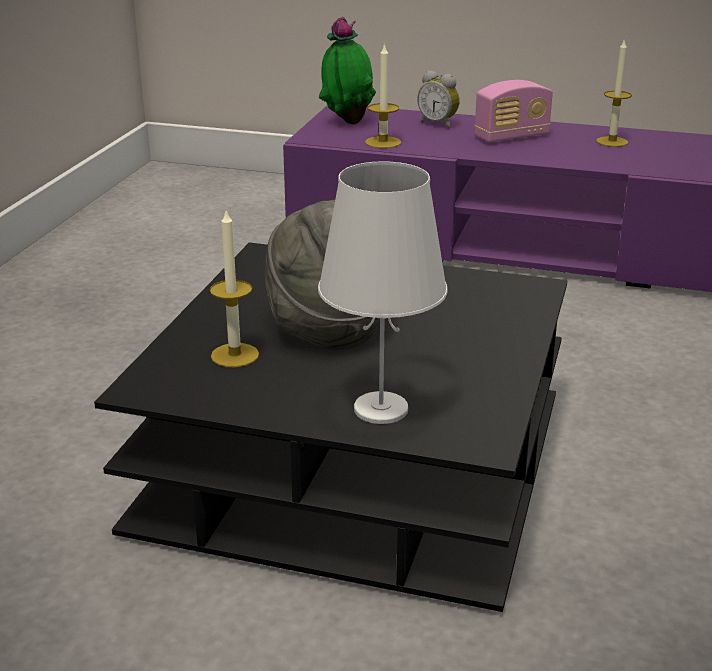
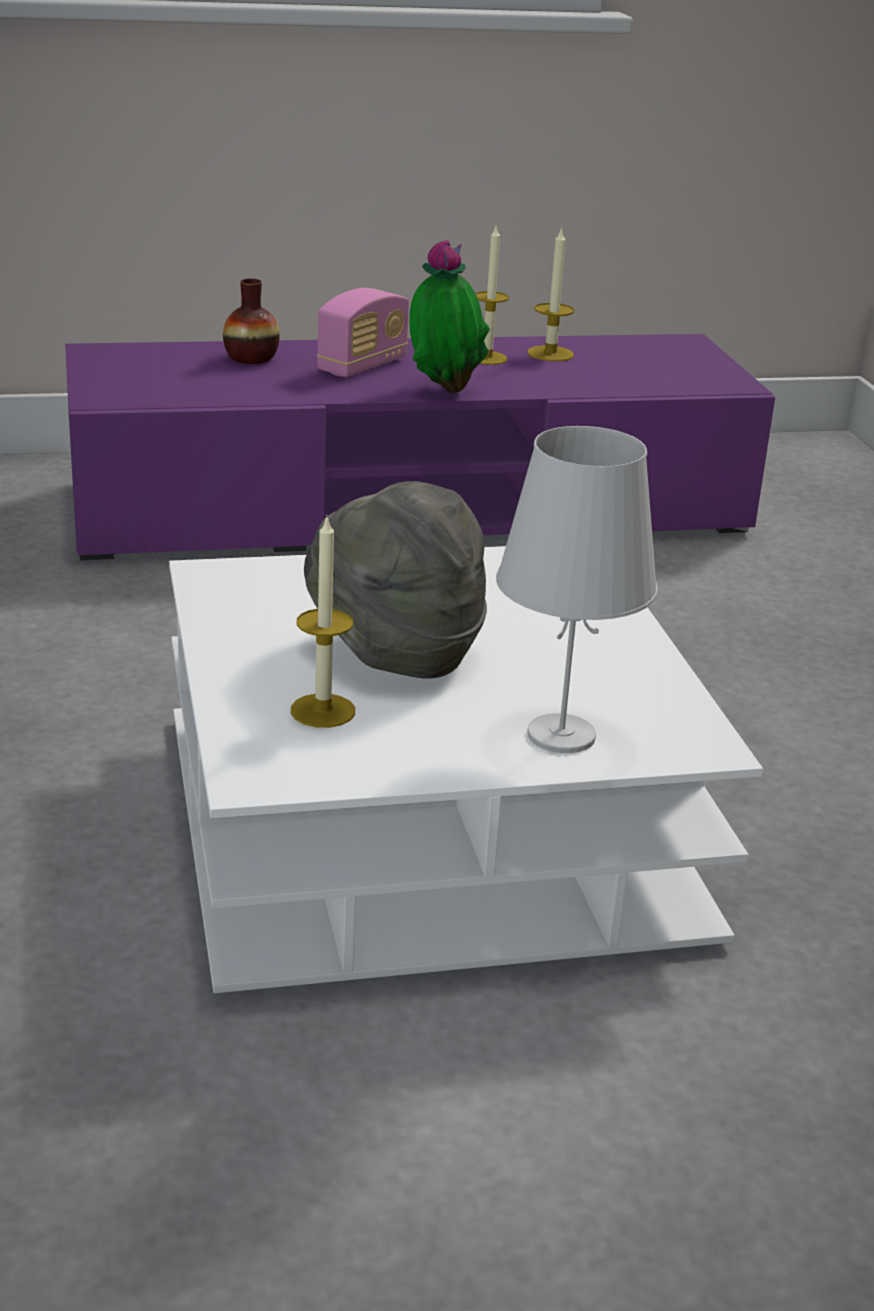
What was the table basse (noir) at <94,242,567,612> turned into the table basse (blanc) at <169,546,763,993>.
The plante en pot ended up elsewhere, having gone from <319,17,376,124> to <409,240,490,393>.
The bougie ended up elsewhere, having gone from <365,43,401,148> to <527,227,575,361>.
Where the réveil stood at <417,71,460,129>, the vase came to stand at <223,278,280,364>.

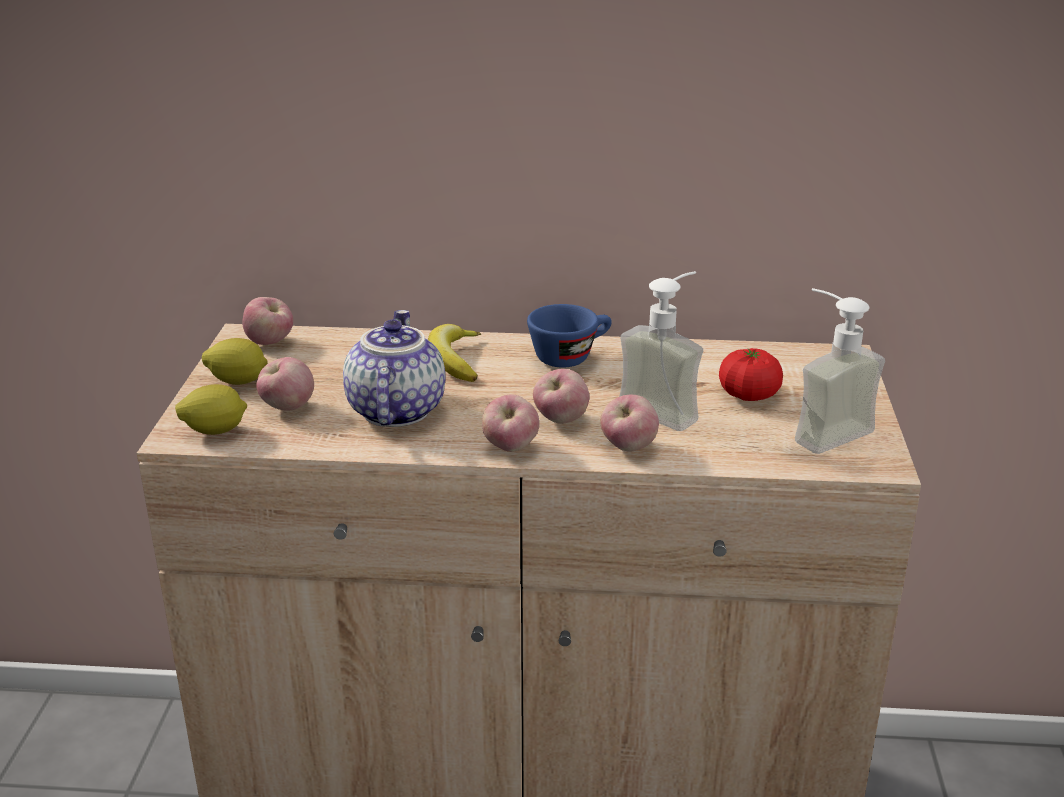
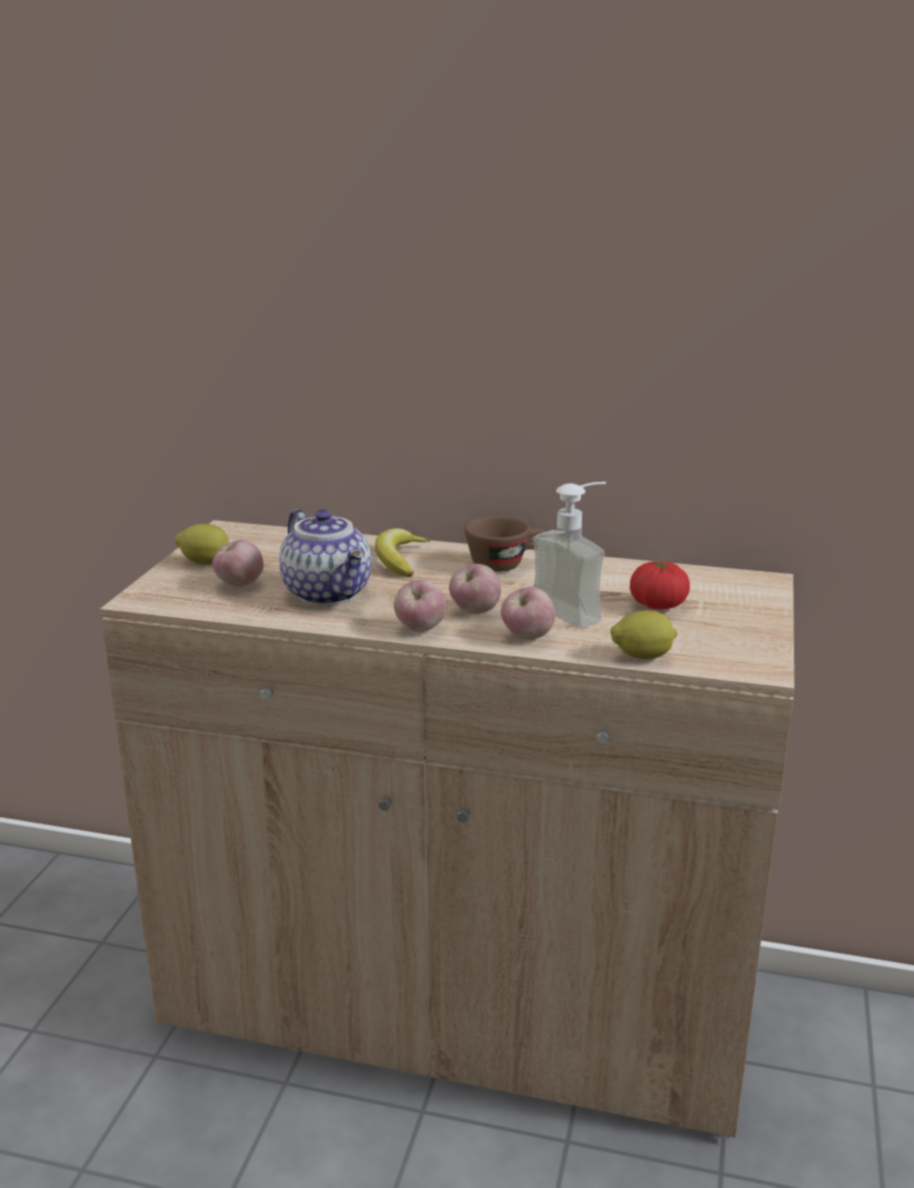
The citron ended up elsewhere, having gone from <175,384,247,435> to <610,610,677,660>.
The second view lost the pomme at <242,297,293,345>.
The théière at <343,310,445,427> ended up facing another way, 135 degrees clockwise from before.
What was the tasse (bleu) at <527,304,612,368> turned into the tasse (marron) at <464,516,545,572>.
The second view lost the distributeur de savon at <795,288,885,454>.

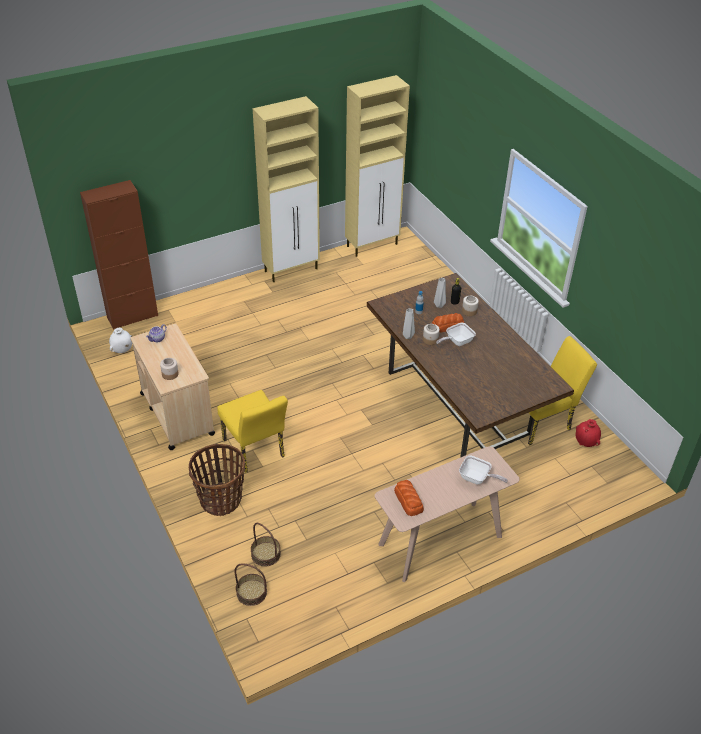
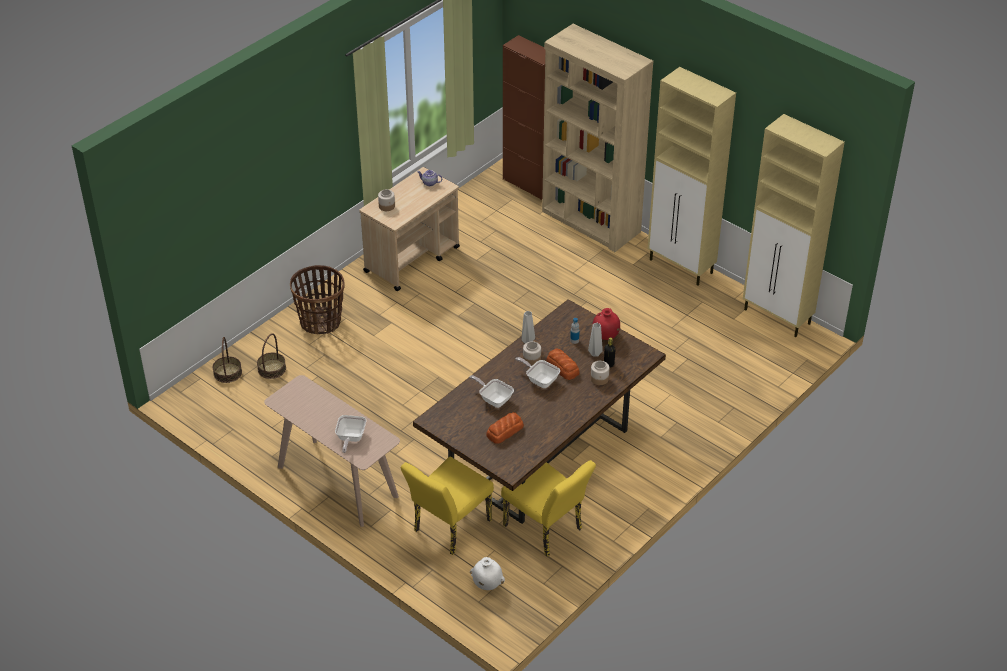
The vase (blanc) ended up elsewhere, having gone from <109,328,132,353> to <470,557,505,590>.
The chaise (jaune) ended up elsewhere, having gone from <217,390,288,473> to <401,457,494,555>.
The pain ended up elsewhere, having gone from <394,480,424,516> to <486,412,524,444>.
The vase (rouge) ended up elsewhere, having gone from <576,419,601,447> to <592,308,620,340>.
The second view gained the poêle at <470,375,514,408>.
The second view gained the bibliothèque (beige) at <542,24,653,252>.

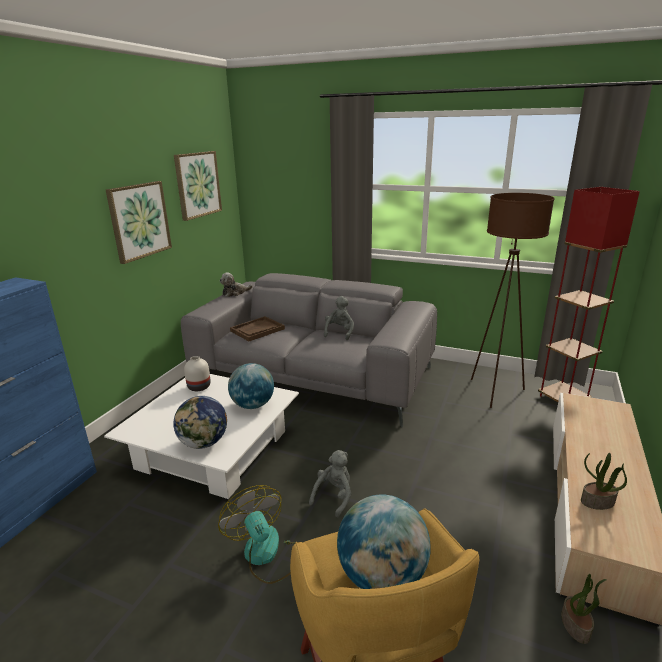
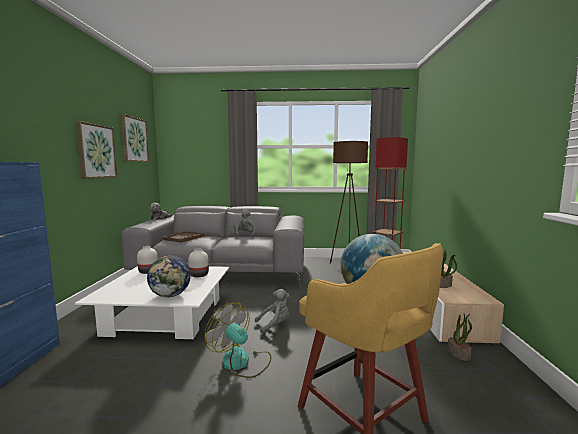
Where the globe stood at <228,363,274,409>, the vase (blanc) came to stand at <188,248,209,278>.
The peluche (gris) at <309,450,351,518> ended up facing another way, 60 degrees clockwise from before.

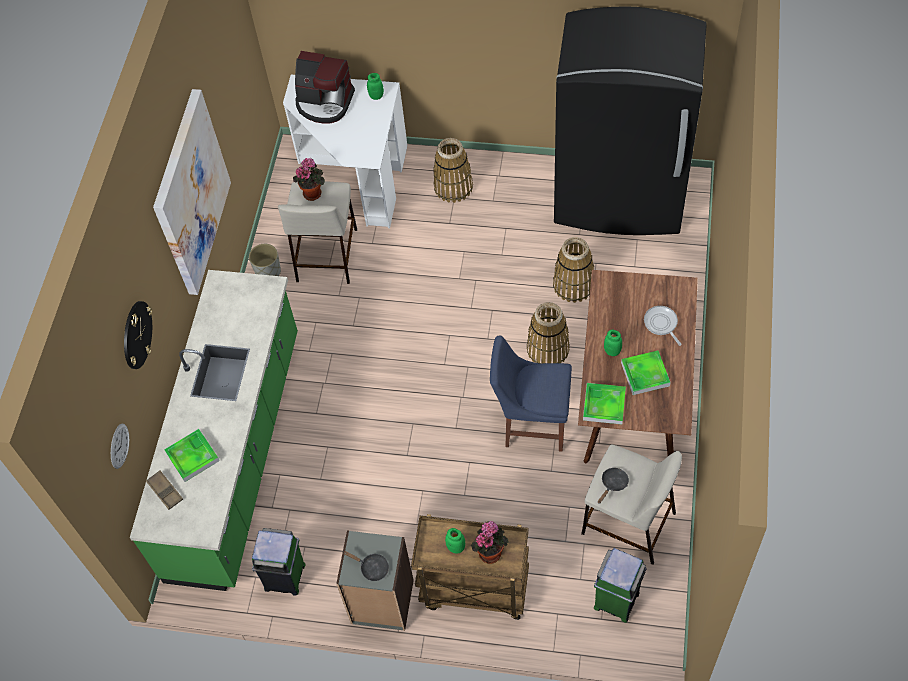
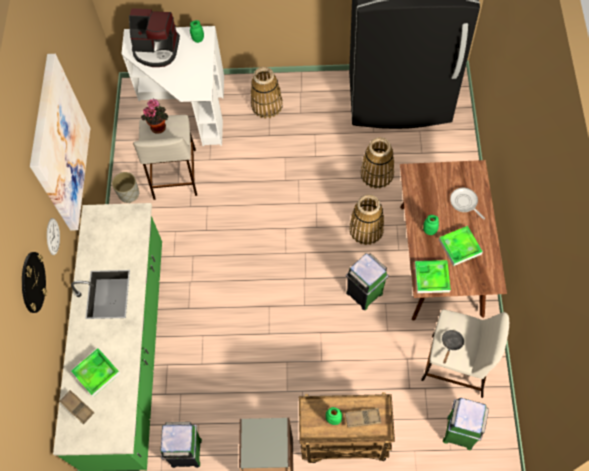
The horloge murale ended up elsewhere, having gone from <111,423,129,469> to <47,218,60,255>.
The second view lost the poêle (noir) at <343,551,389,581>.
Where the plante en pot stood at <471,521,509,564>, the plateau (marron) came to stand at <345,408,382,428>.
Where the chaise (bleu) stood at <490,335,572,452>, the poubelle (vert) came to stand at <346,253,389,310>.

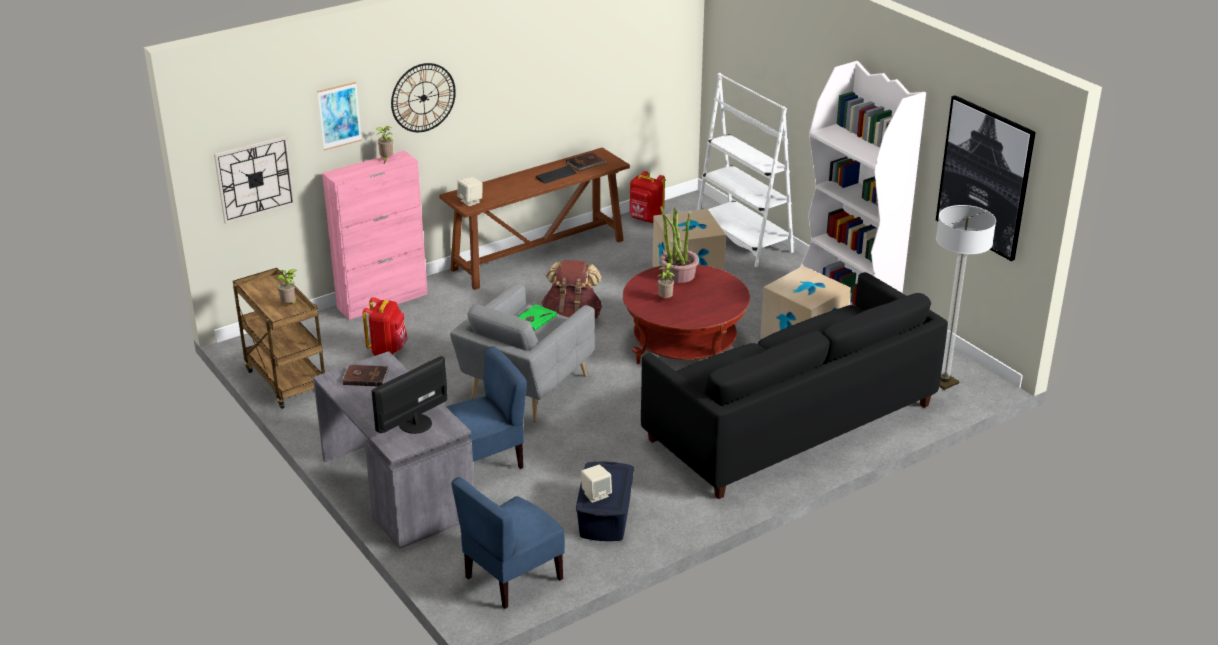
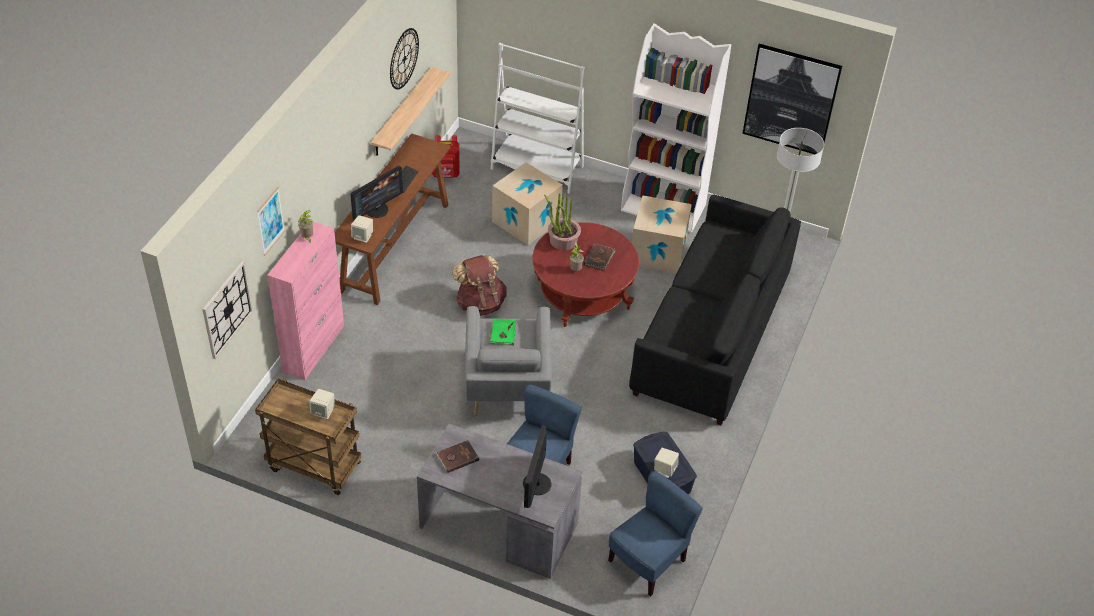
Where the plante en pot stood at <277,269,297,303>, the enceinte (beige) came to stand at <309,389,335,419>.
The second view lost the sac à dos (rouge) at <363,297,407,356>.
The horloge murale ended up elsewhere, having gone from <391,63,456,132> to <390,28,419,90>.
The chaise (bleu) at <451,477,565,609> ended up facing another way, 150 degrees counterclockwise from before.
The livre (marron) ended up elsewhere, having gone from <566,152,606,172> to <584,243,616,271>.
The second view gained the écran d'ordinateur at <350,166,403,220>.
The second view gained the étagère at <371,67,450,156>.

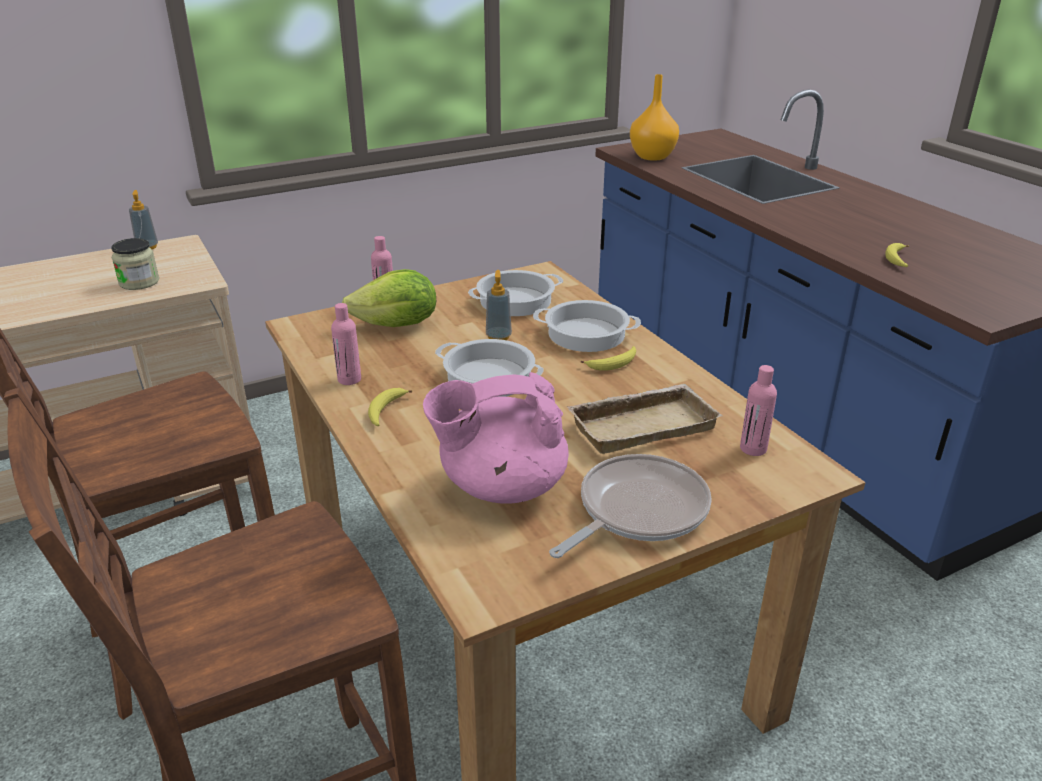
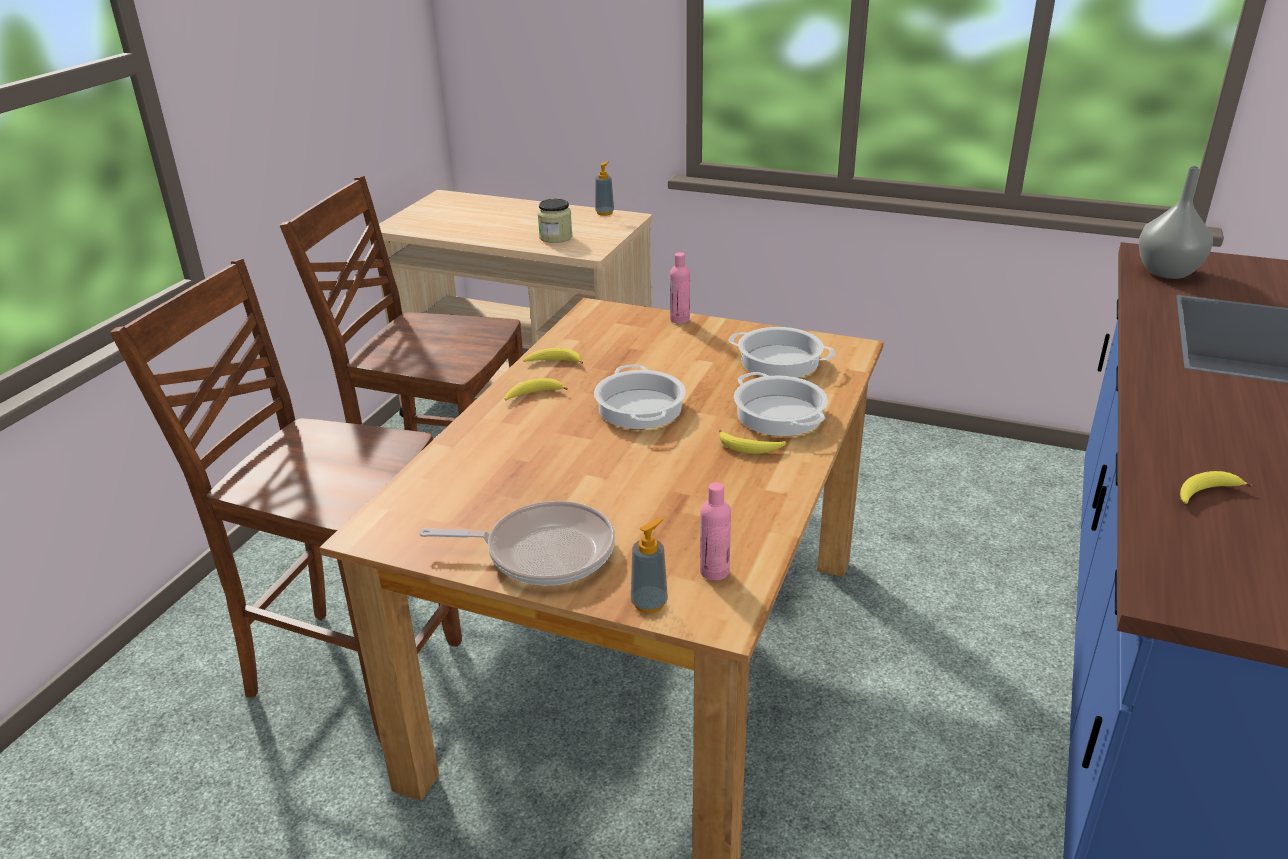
Where the bouteille (rose) stood at <331,303,361,385>, the banane came to stand at <523,348,583,364>.
The second view lost the laitue at <342,269,436,327>.
The second view lost the théière (rose) at <423,372,569,504>.
The distributeur de savon ended up elsewhere, having gone from <486,270,512,340> to <631,518,668,613>.
The second view lost the plateau (beige) at <566,384,722,454>.
What was the vase (orange) at <630,74,679,161> turned into the vase (gris) at <1138,166,1213,279>.

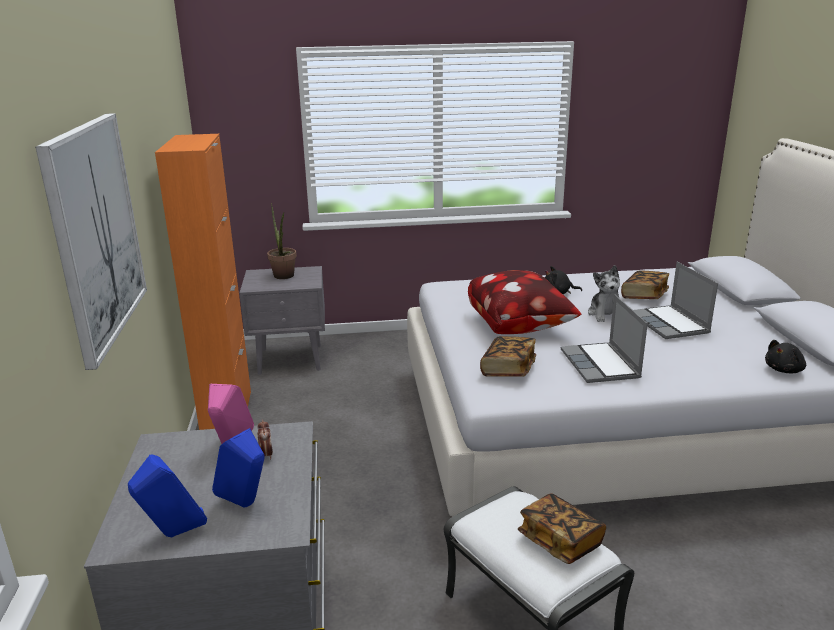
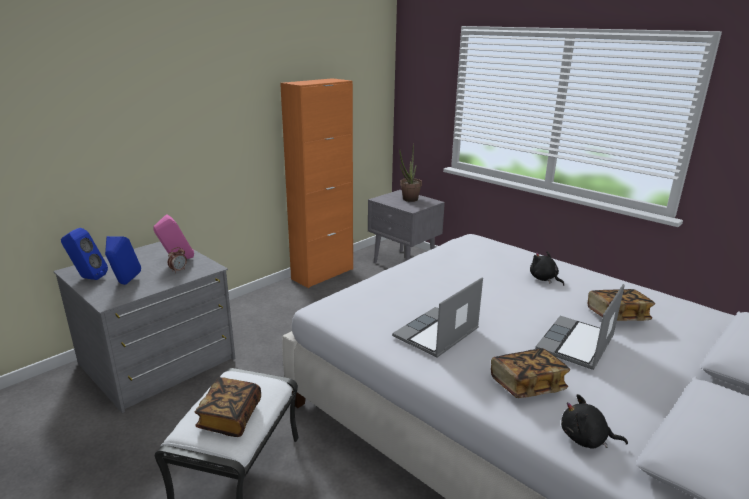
The second view lost the tableau at <35,113,147,370>.
The second view lost the coussin at <468,270,581,334>.
The livre ended up elsewhere, having gone from <480,336,536,376> to <491,348,570,398>.
The second view lost the peluche at <588,265,620,322>.

